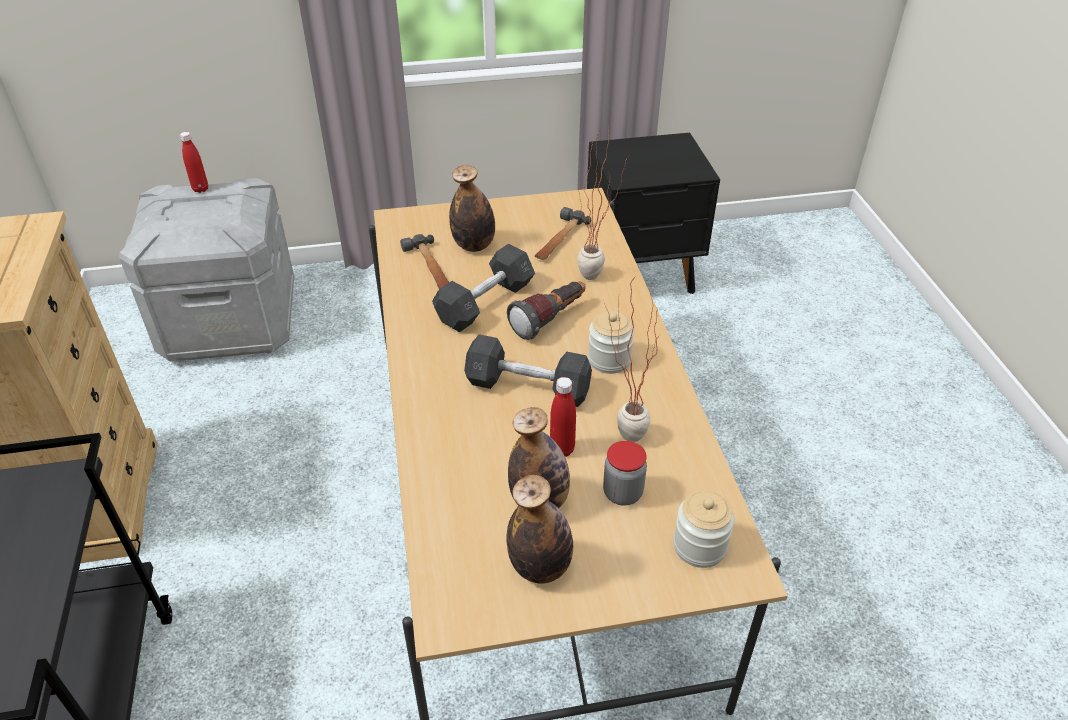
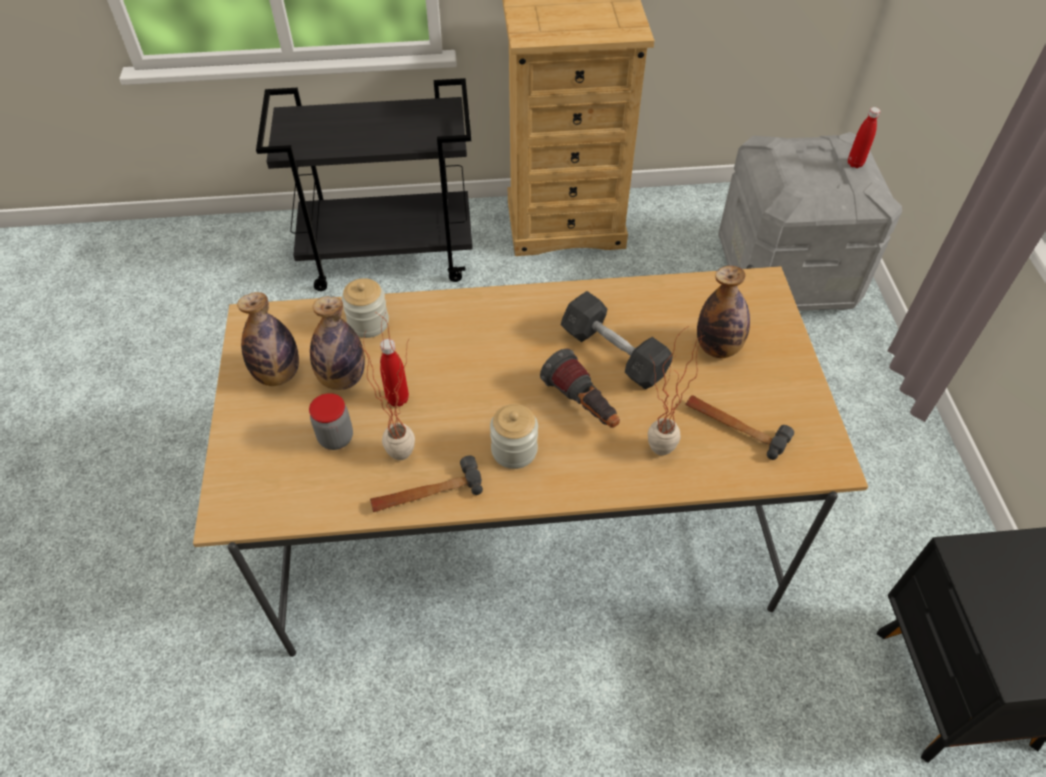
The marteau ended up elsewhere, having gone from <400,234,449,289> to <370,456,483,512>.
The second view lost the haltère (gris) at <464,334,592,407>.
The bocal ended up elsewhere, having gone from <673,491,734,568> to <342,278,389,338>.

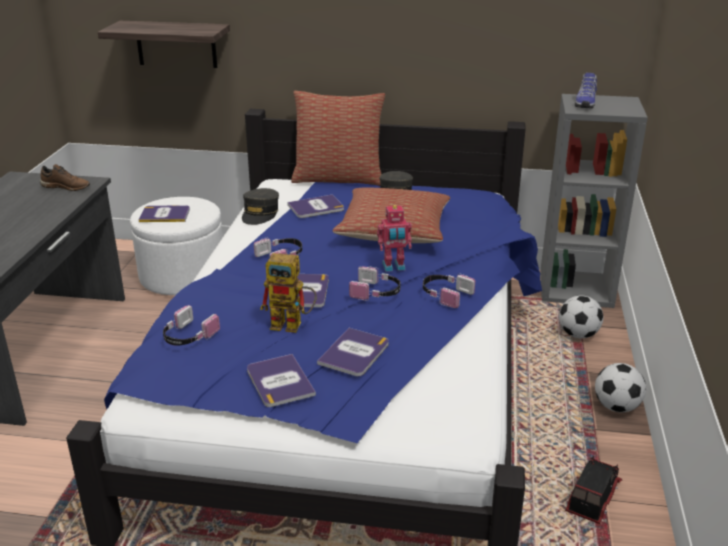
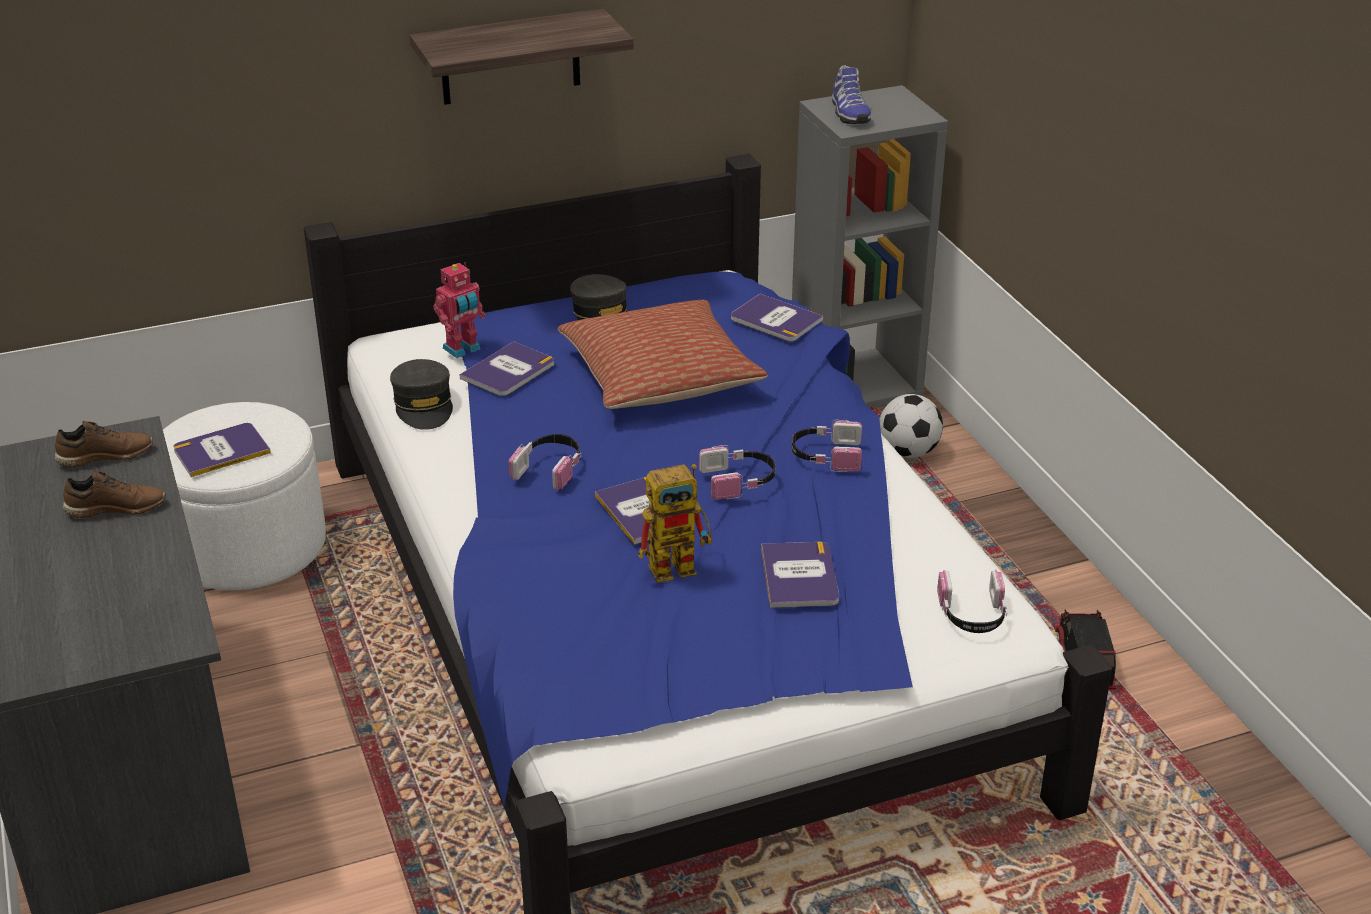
The étagère ended up elsewhere, having gone from <98,21,230,68> to <410,9,634,105>.
The casque audio ended up elsewhere, having gone from <163,305,220,346> to <937,570,1007,633>.
The livre ended up elsewhere, having gone from <247,354,316,407> to <731,294,823,341>.
The second view lost the coussin at <291,91,385,186>.
The robot jouet ended up elsewhere, having gone from <377,205,412,272> to <433,262,485,358>.
The second view lost the ballon de foot at <595,363,646,413>.
The second view gained the chaussure (marron) at <63,471,166,518>.

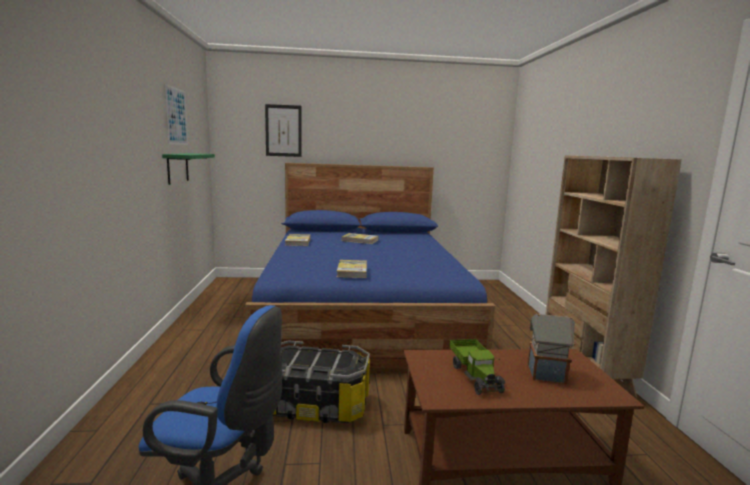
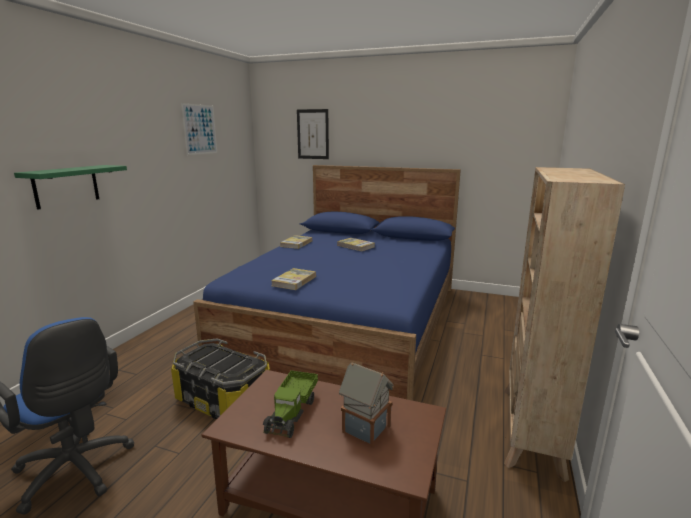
The étagère (vert) ended up elsewhere, having gone from <162,153,215,185> to <14,165,127,210>.

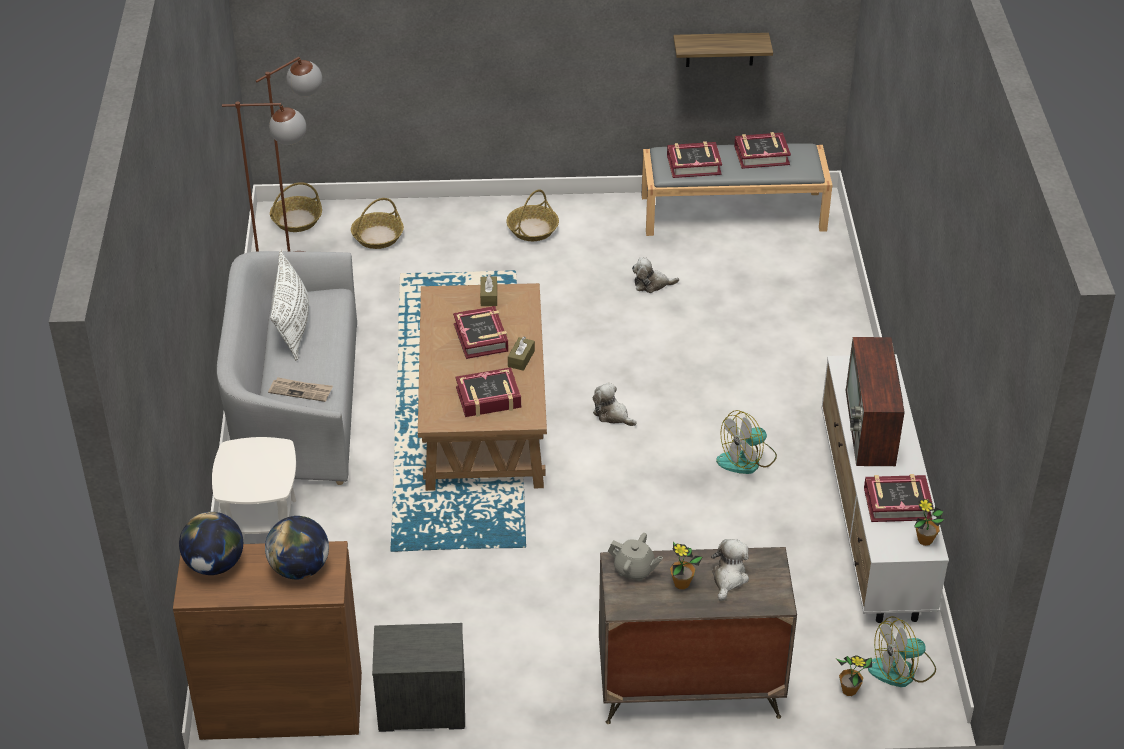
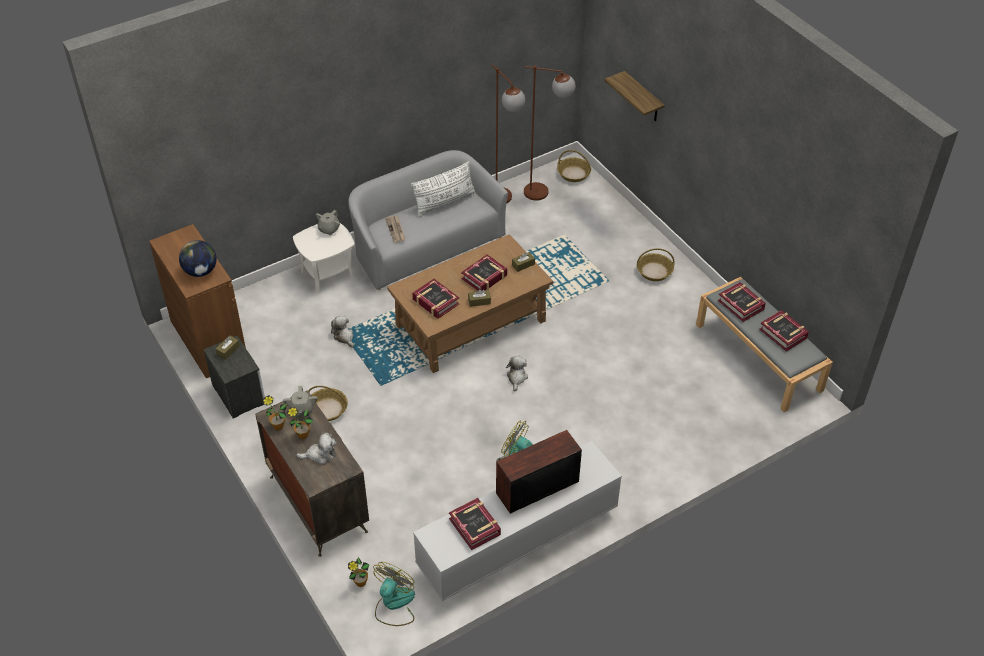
The second view lost the globe at <179,512,243,575>.
The panier ended up elsewhere, having gone from <351,198,404,249> to <308,386,348,421>.
The peluche ended up elsewhere, having gone from <632,257,679,293> to <331,315,354,348>.
The étagère ended up elsewhere, having gone from <673,33,773,67> to <604,71,665,121>.
The ventilateur at <868,616,936,687> ended up facing another way, 75 degrees clockwise from before.
The plante en pot ended up elsewhere, having gone from <914,499,944,546> to <263,395,287,431>.
The second view gained the boîte à mouchoirs (marron) at <216,336,240,360>.
The second view gained the théière (gris) at <316,210,340,235>.

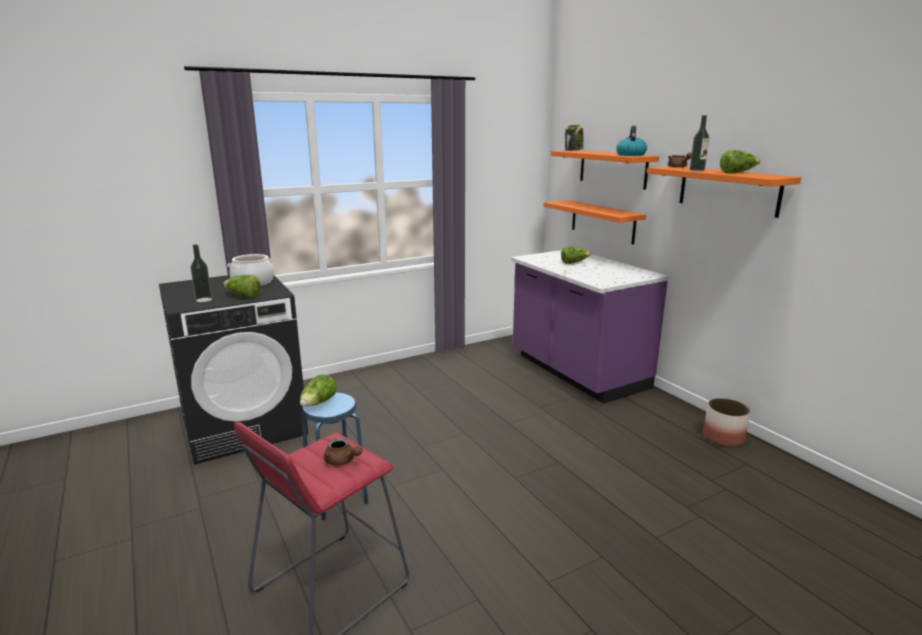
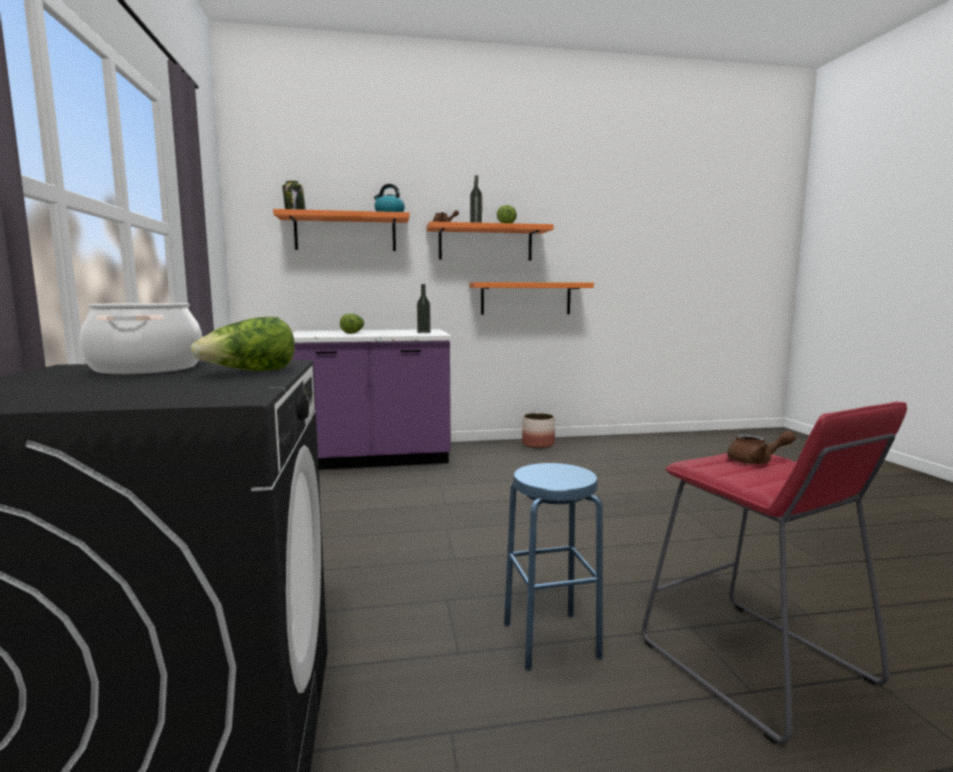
The bouteille ended up elsewhere, having gone from <191,244,212,302> to <417,284,431,334>.
The second view lost the laitue at <300,374,336,407>.
The théière (marron) at <324,438,362,465> ended up facing another way, 45 degrees clockwise from before.
The étagère (orange) ended up elsewhere, having gone from <544,200,646,245> to <469,282,594,315>.

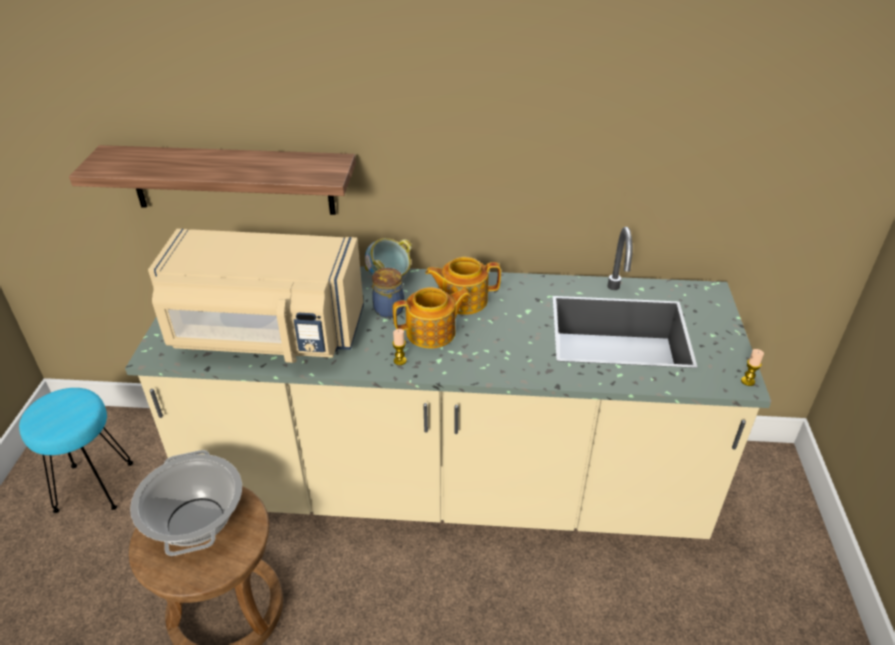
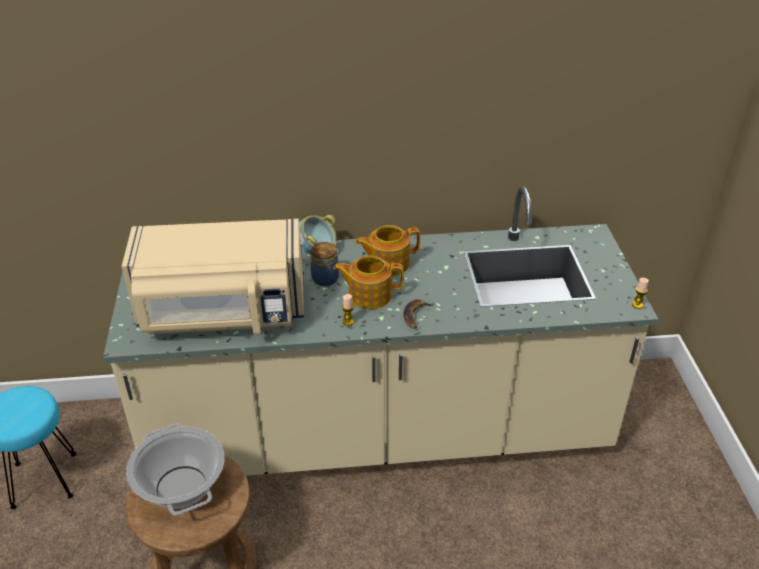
The second view lost the étagère at <69,145,356,215>.
The théière at <393,287,470,349> ended up facing another way, 150 degrees counterclockwise from before.
The second view gained the banane at <403,299,433,329>.

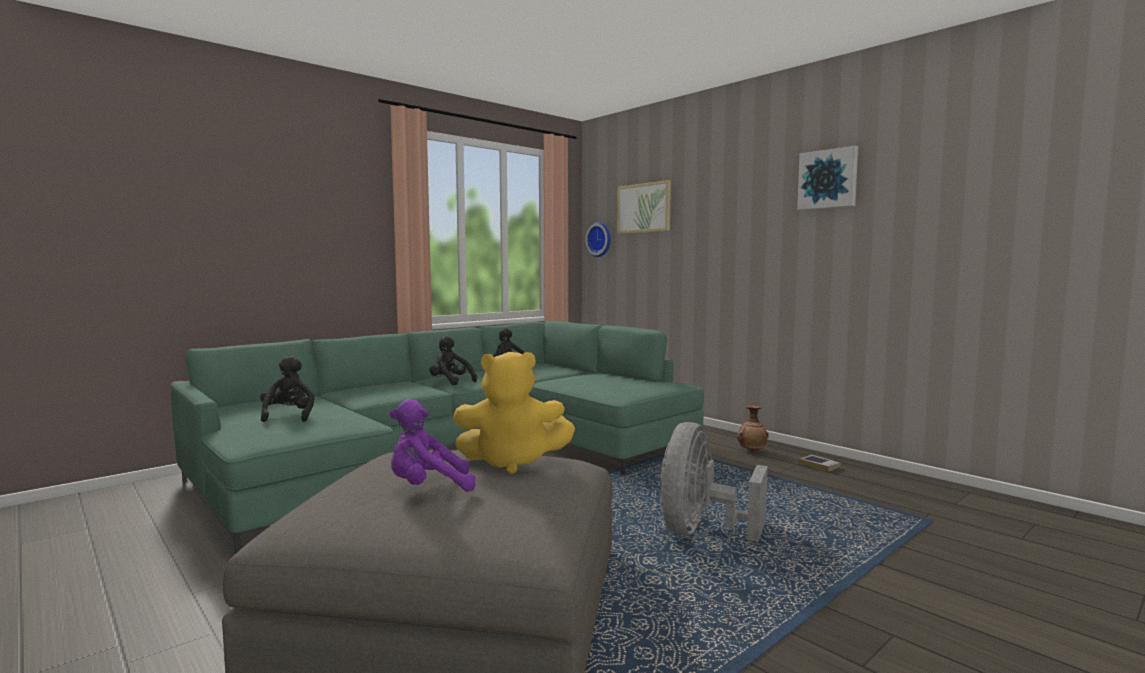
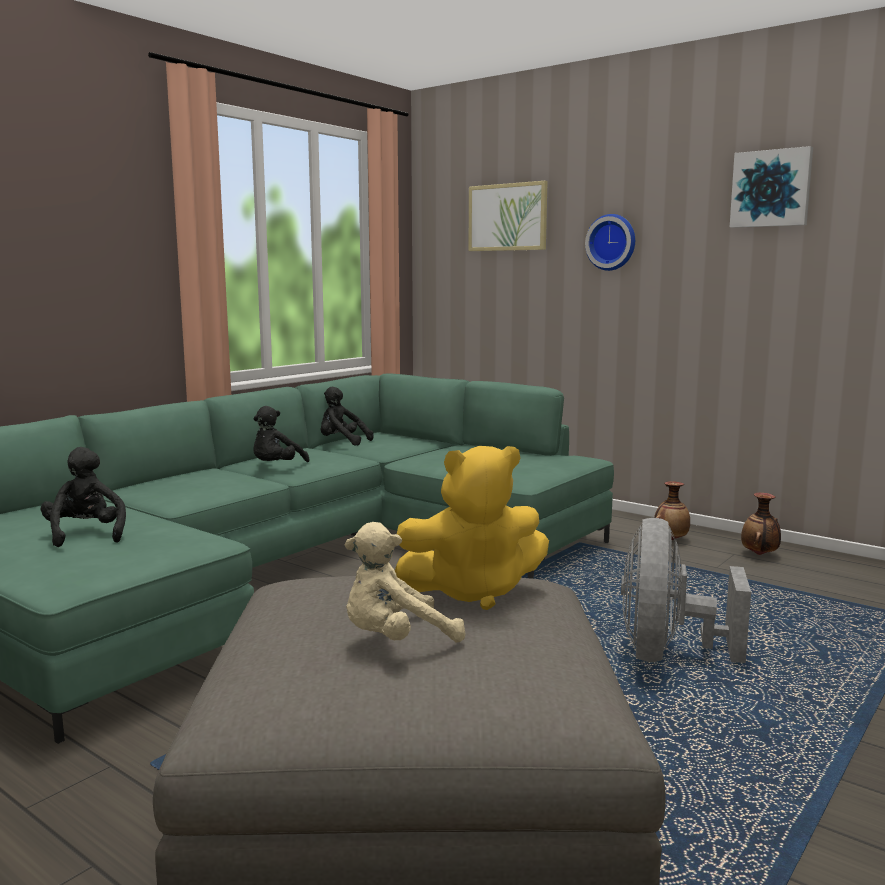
What was the peluche (violet) at <390,399,476,492> turned into the peluche (beige) at <345,522,465,642>.
The peluche (noir) at <429,336,477,385> ended up facing another way, 90 degrees counterclockwise from before.
The horloge murale ended up elsewhere, having gone from <585,222,611,257> to <585,214,635,271>.
Where the livre stood at <799,455,841,472>, the vase came to stand at <741,493,781,555>.

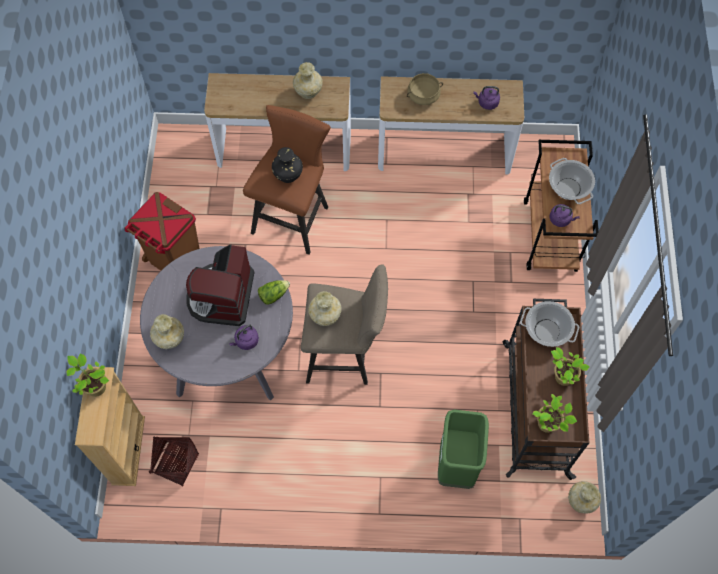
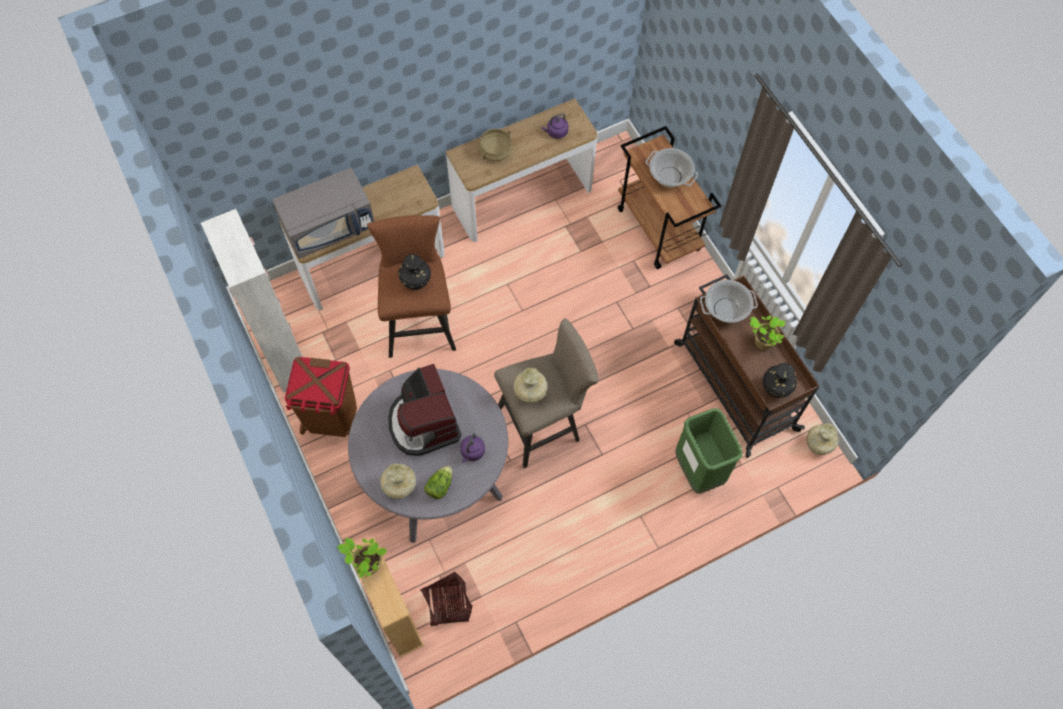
The laitue ended up elsewhere, having gone from <258,280,290,305> to <424,465,452,499>.
The second view lost the vase (beige) at <293,62,323,99>.
Where the plante en pot stood at <532,394,577,433>, the vase (noir) came to stand at <763,363,797,398>.
The second view lost the bouilloire (violet) at <550,204,580,227>.
The second view gained the meuble de rangement (blanc) at <201,209,303,393>.
The second view gained the micro-ondes (gris) at <272,168,374,259>.

